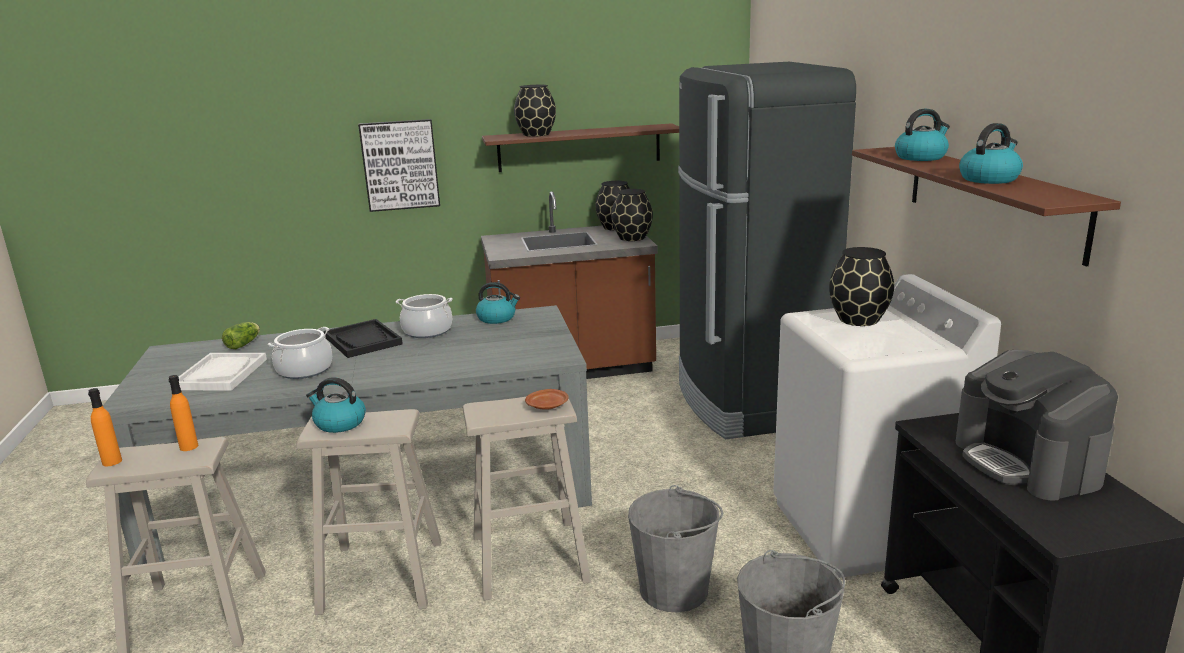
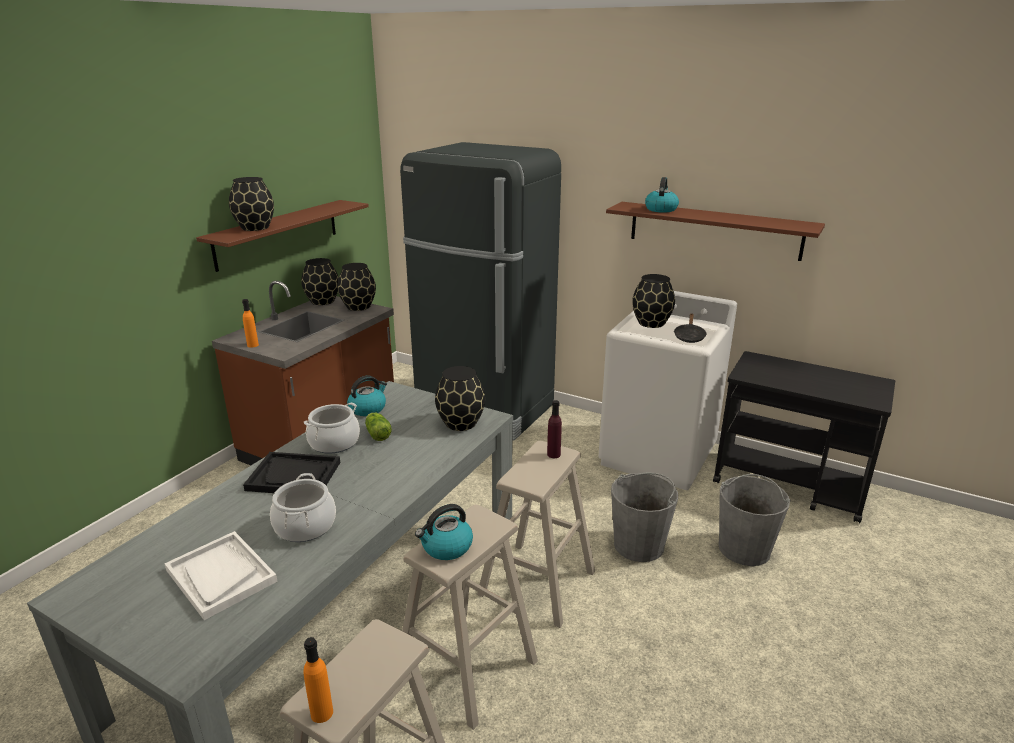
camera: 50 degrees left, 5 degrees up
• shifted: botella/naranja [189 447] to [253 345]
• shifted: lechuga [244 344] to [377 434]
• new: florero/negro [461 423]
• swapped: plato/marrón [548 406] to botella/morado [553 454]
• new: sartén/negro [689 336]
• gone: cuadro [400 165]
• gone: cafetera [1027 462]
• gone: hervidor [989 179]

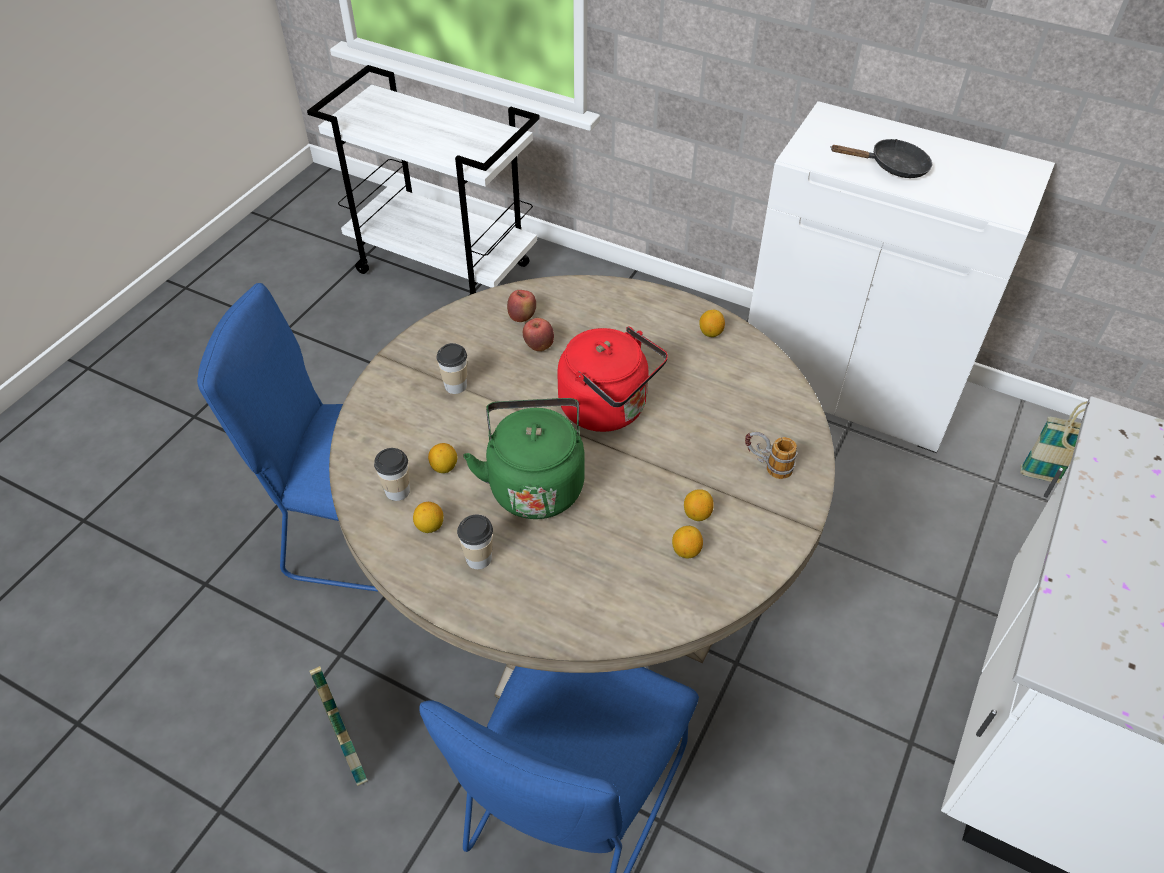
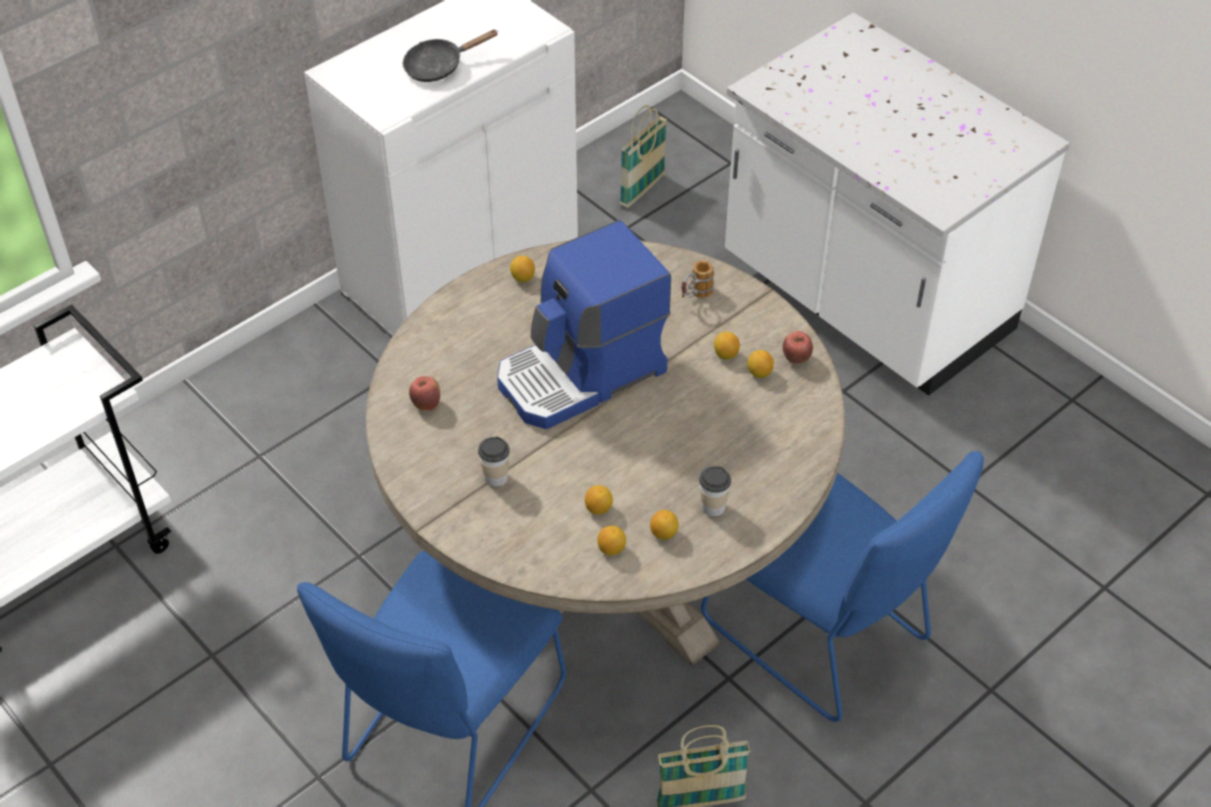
camera: 70 degrees left, 0 degrees up
• rotated: sartén/negro [892 167] = [439 66] 135 degrees counterclockwise
• swapped: hervidor/rojo [608 409] to cafetera [582 375]
• swapped: taza [397 491] to limón [611 549]
• shifted: manzana [538 346] to [796 358]
• gone: hervidor/verde [535 483]

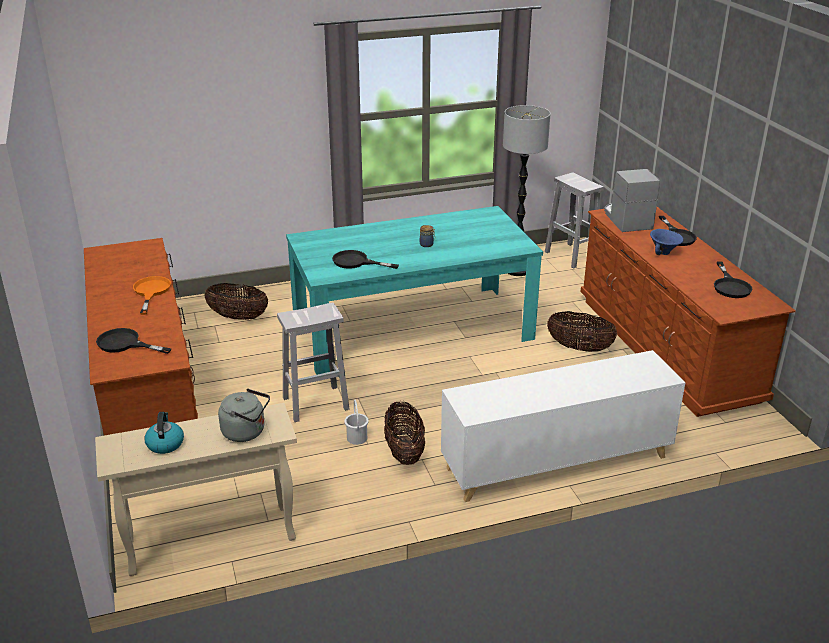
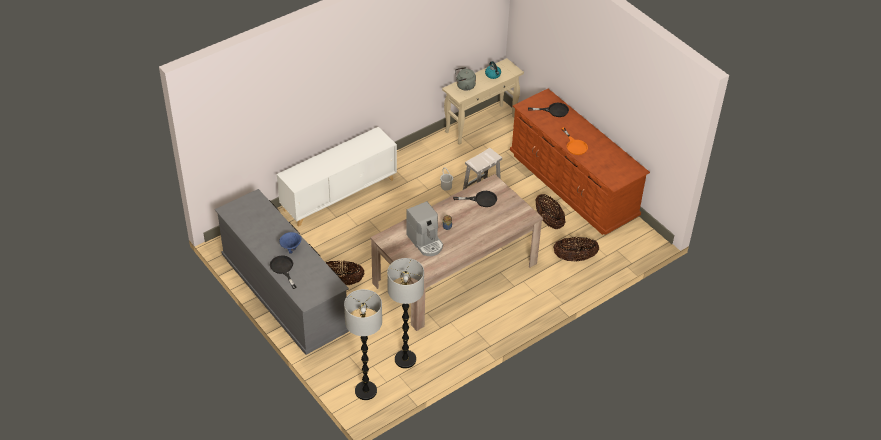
camera: 160 degrees right, 15 degrees up
• repainted: cómoda/marrón [665 348] to cómoda/gris [285 295]
• swapped: taburete/blanco [572 256] to lámpara de pie [365 391]
• repainted: mesa de comedor/turquesa [412 330] to mesa de comedor/beis [455 273]
• shifted: cafetera [626 220] to [425 242]
• shifted: cesta [404 452] to [549 221]
• gone: sartén/negro [730 286]

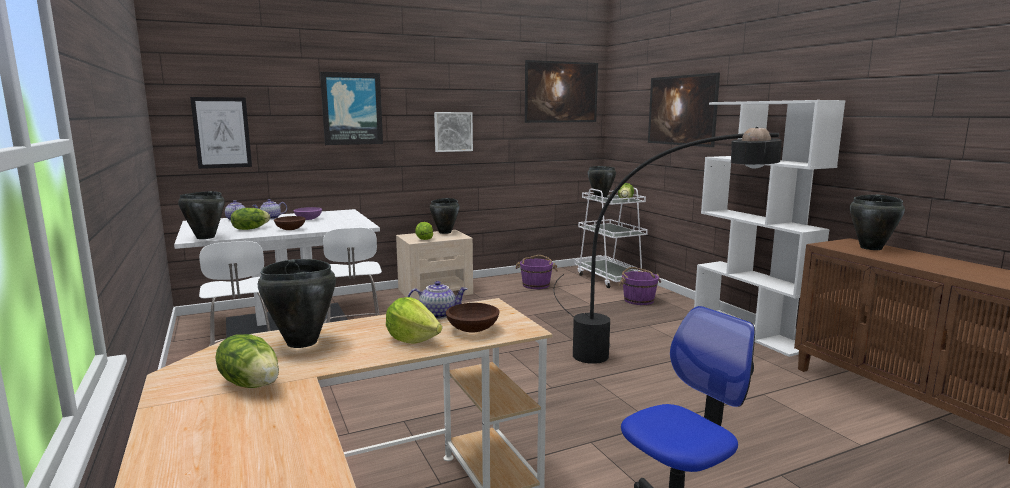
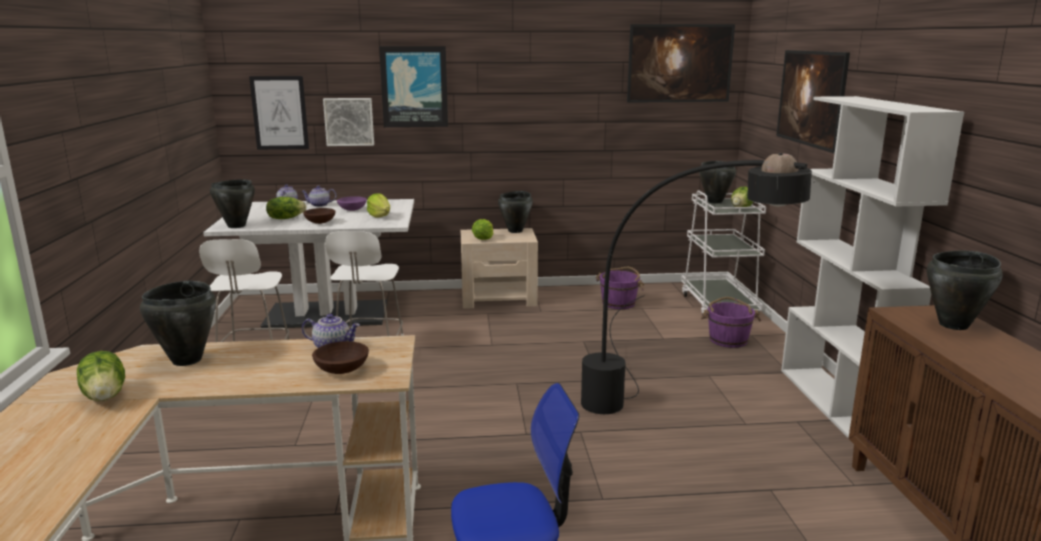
camera: 20 degrees right, 5 degrees up
• shifted: cuadro [453 131] to [349 121]
• shifted: lechuga [412 339] to [380 216]

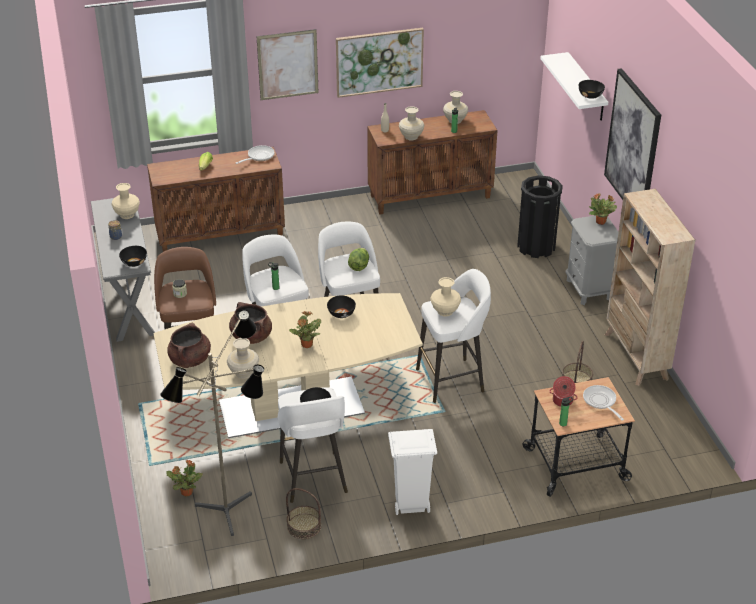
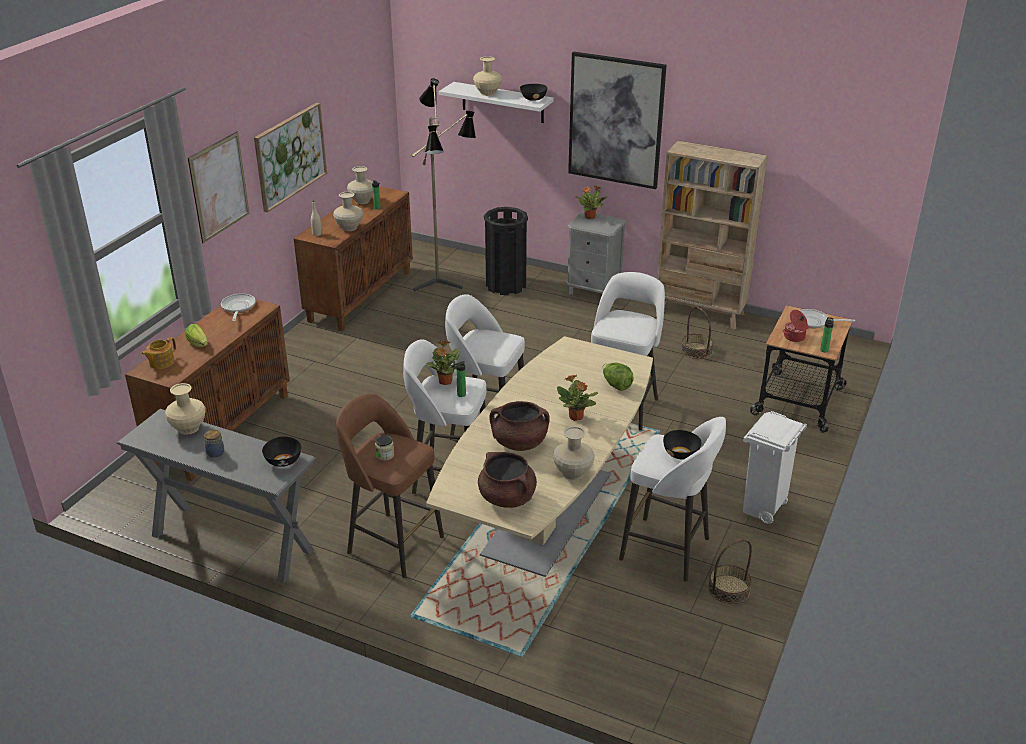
camera: 50 degrees left, 5 degrees down
• new: tetera [161 362]
• shifted: lámpara de pie [231 515] to [443 282]
• shifted: planta en maceta [186 492] to [445 382]
• shifted: florero/beis [445 311] to [487 93]
• shifted: lechuga [359 266] to [616 385]
• gone: cuenco/negro [341 313]

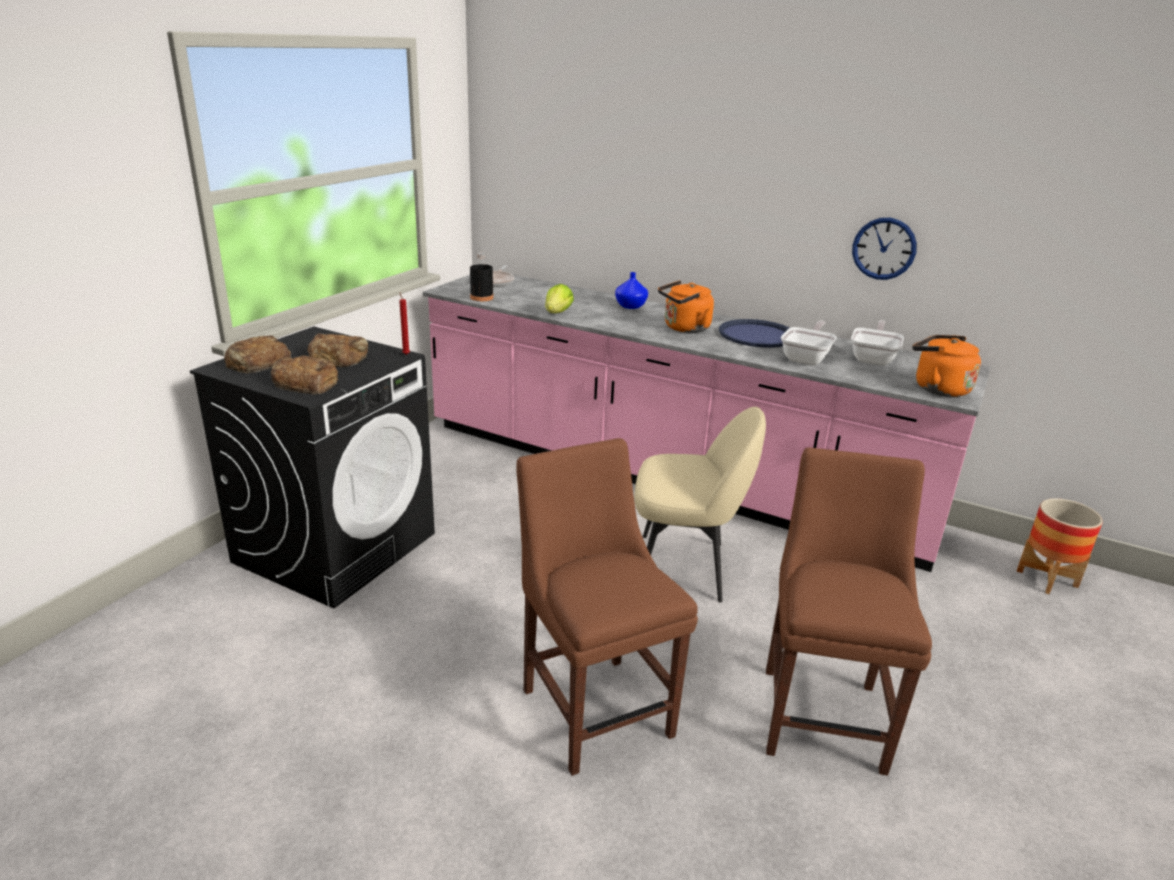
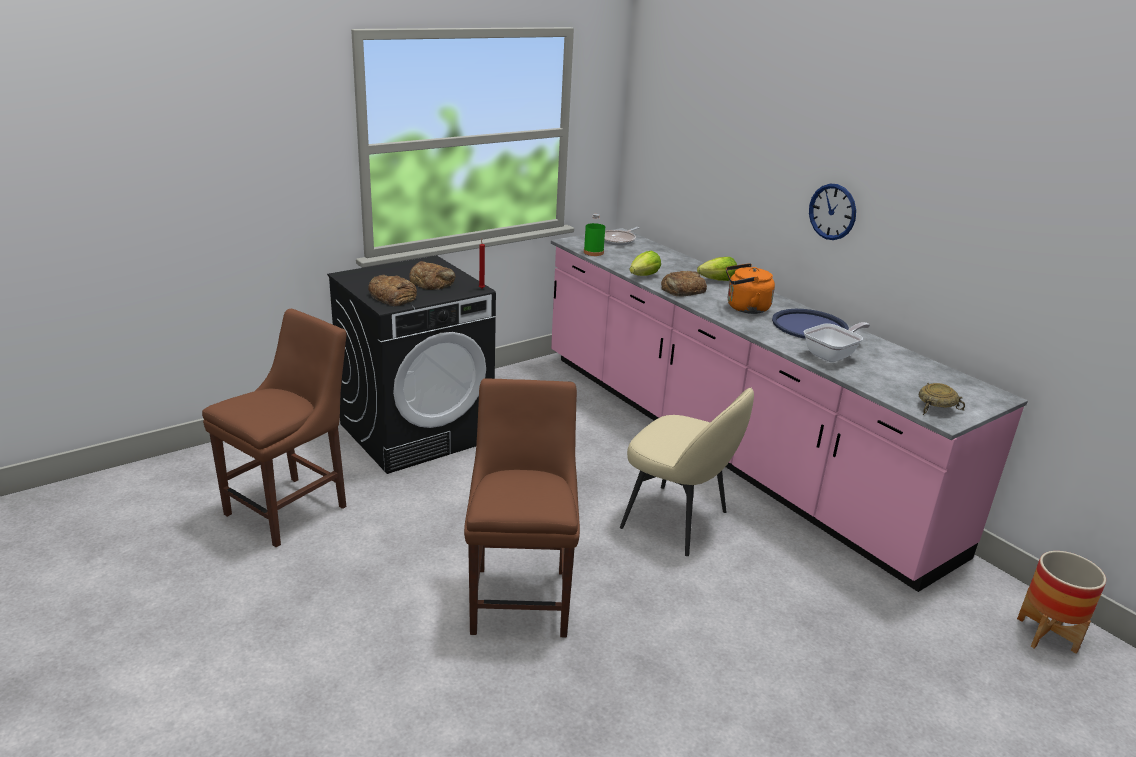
camera: 25 degrees right, 0 degrees up
• shifted: silla/marrón [822 712] to [291 508]
• repainted: botella/negro [481 297] to botella/verde [593 252]
• shifted: pan [257 363] to [682 290]
• swapped: florero/azul [631 306] to lechuga [718 280]
• shifted: reloj de pared [884 248] to [832 211]
• swapped: hervidor/naranja [937 388] to cuenco/beis [935 407]
• gone: sartén [874 358]

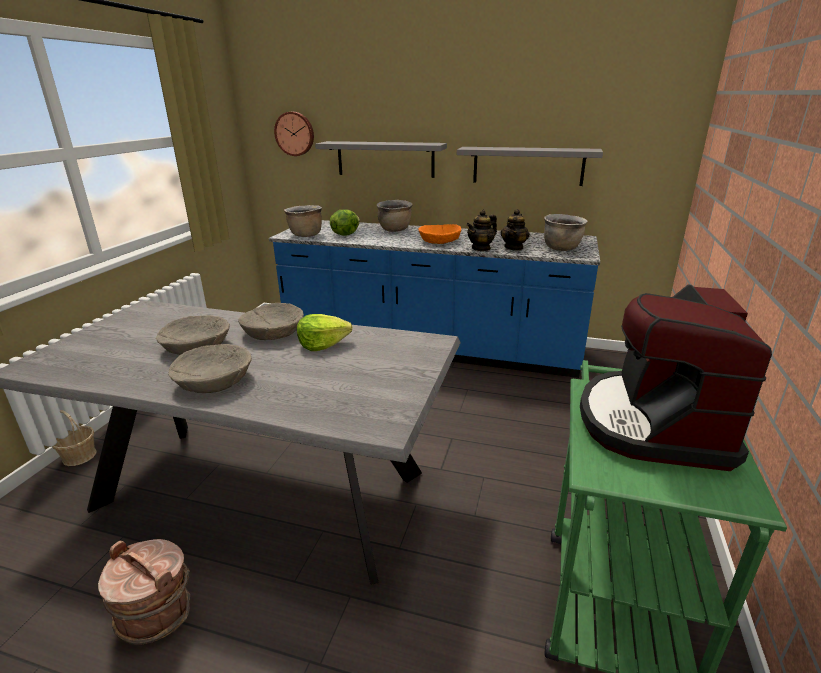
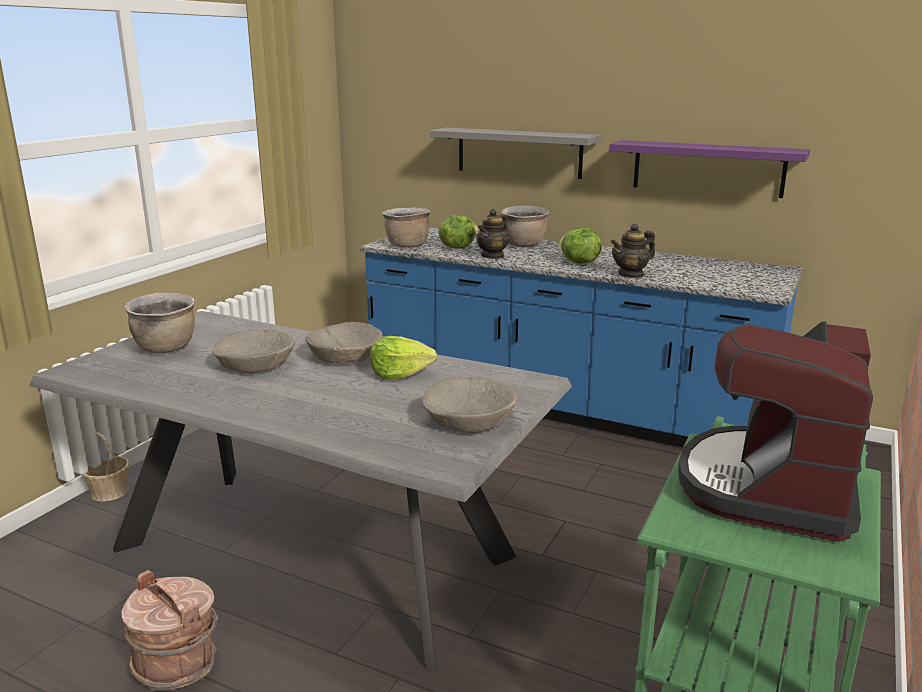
camera: 10 degrees right, 5 degrees down
• shifted: olla/marrón [562 248] to [166 348]
• shifted: cuenco/beis [215 381] to [470 421]
• shifted: tetera [514 247] to [492 256]
• swapped: cuenco/naranja [439 241] to lechuga [578 263]
• repainted: estante/gris [528 166] to estante/morado [708 168]
• gone: reloj de pared [295 134]

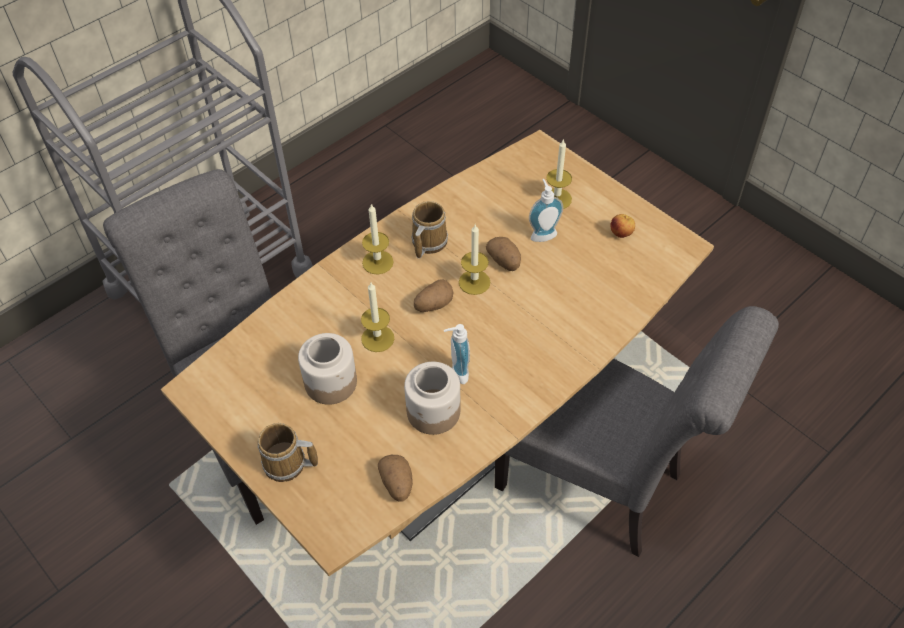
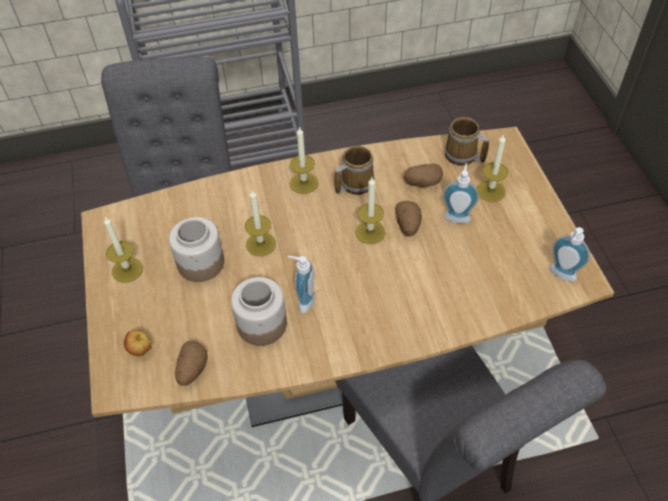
camera: 30 degrees right, 0 degrees up
• new: vela [127 270]
• shifted: manzana [621 234] to [141 350]
• shifted: patata [433 304] to [422 183]
• shifted: taza grande [287 465] to [462 156]
• new: dispensador de jabón [561 276]

